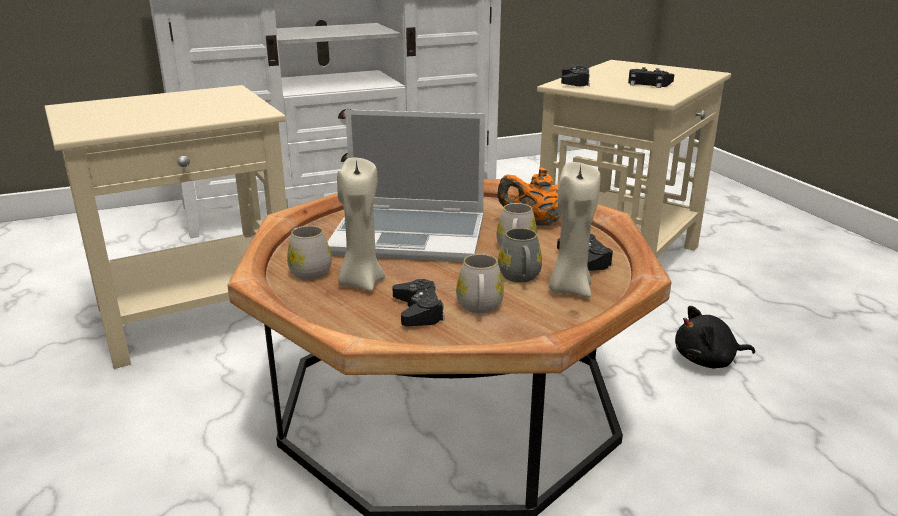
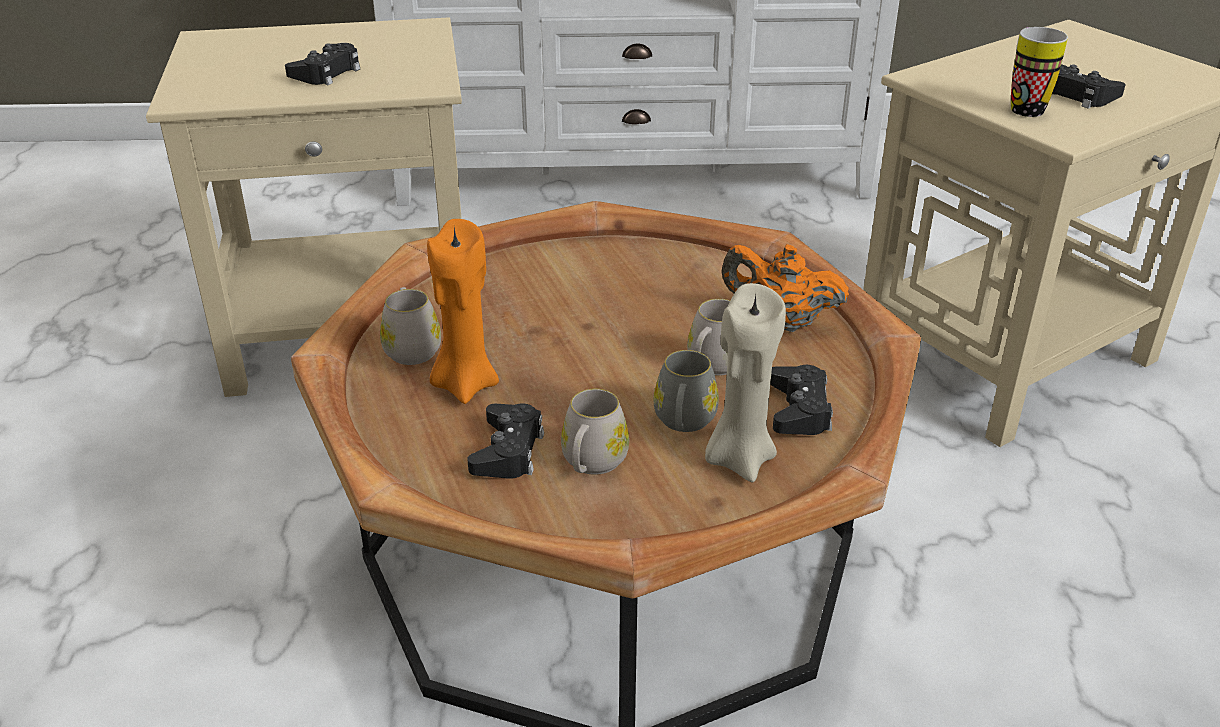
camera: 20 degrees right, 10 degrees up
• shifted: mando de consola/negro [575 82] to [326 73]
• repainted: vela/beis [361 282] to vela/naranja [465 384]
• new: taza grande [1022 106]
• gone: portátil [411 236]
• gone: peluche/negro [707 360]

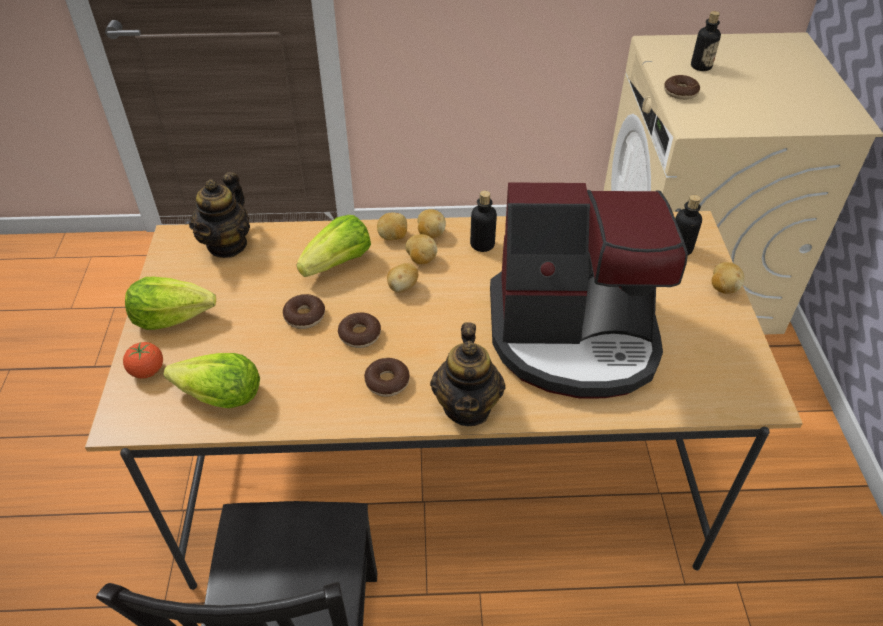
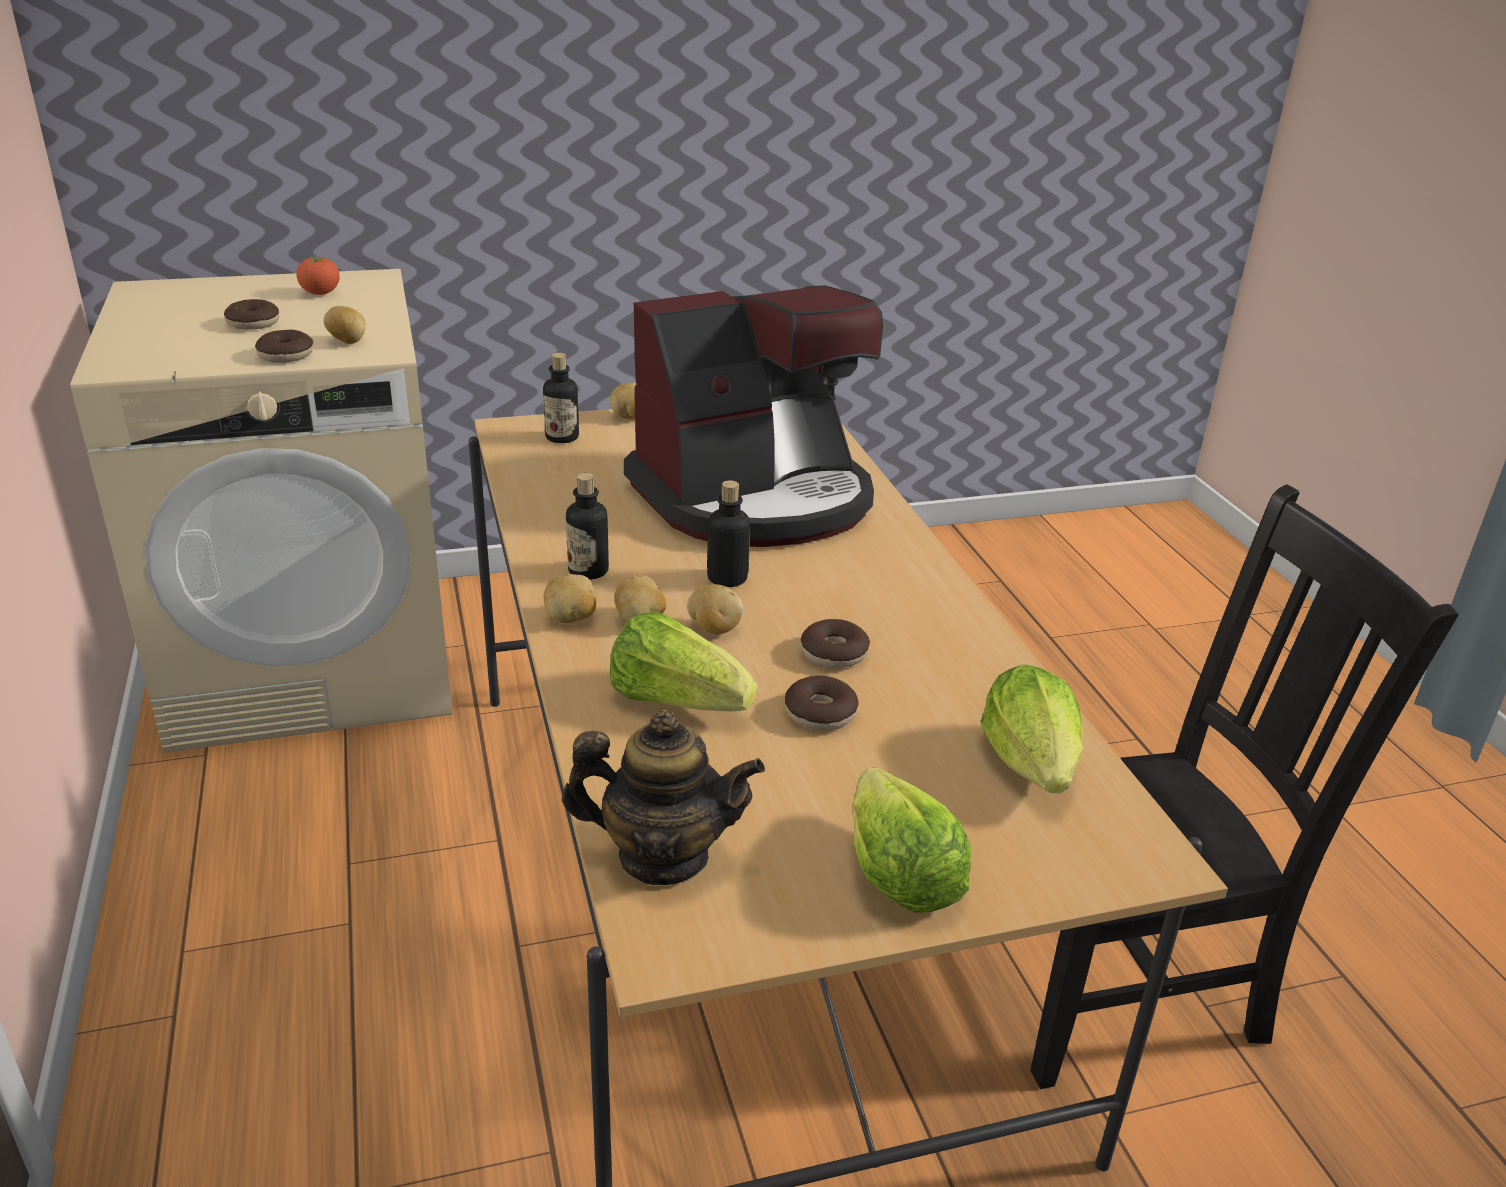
camera: 105 degrees left, 15 degrees down
• shifted: rosquilla [387 382] to [253 323]
• shifted: tomate [147 371] to [320 294]
• shifted: patata [393 237] to [348 342]
• rotated: cafetera [574 336] = [755 498] 75 degrees clockwise
• shifted: botella [701 66] to [727 578]
• gone: tetera [467 406]

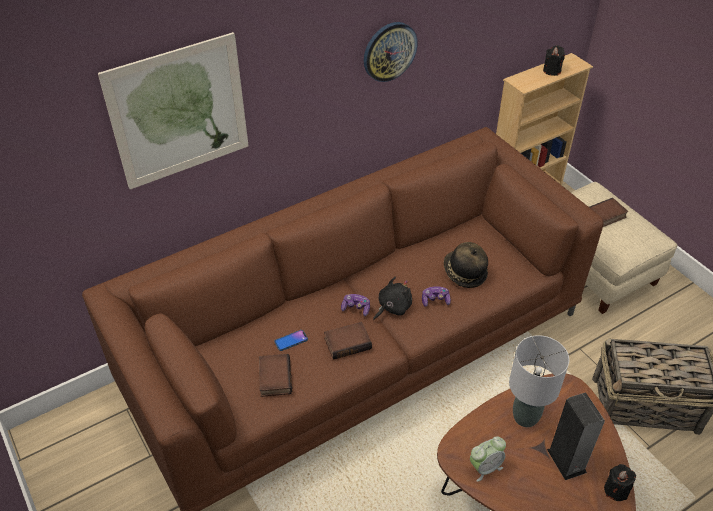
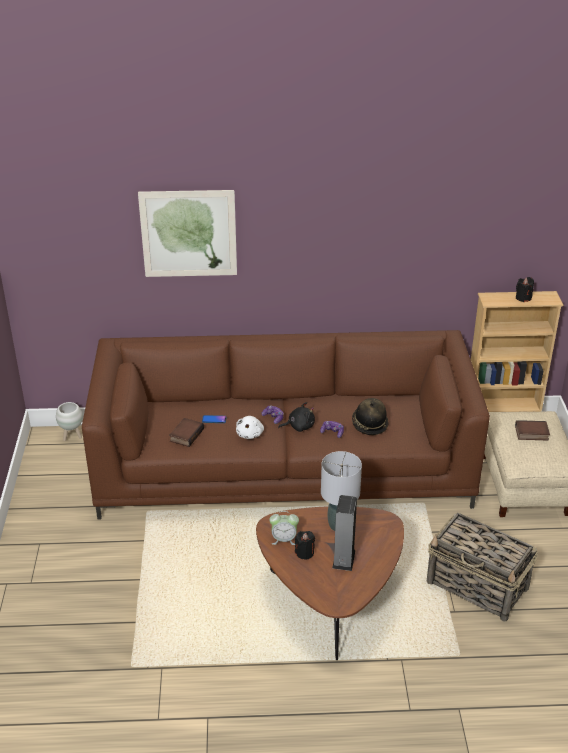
camera: 30 degrees right, 10 degrees down
• new: maceta/blanco [72 436]
• swapped: libro [348 342] to peluche/blanco [250 434]
• shifted: vela/negro [616 490] to [304 553]
• gone: reloj de pared [389 51]

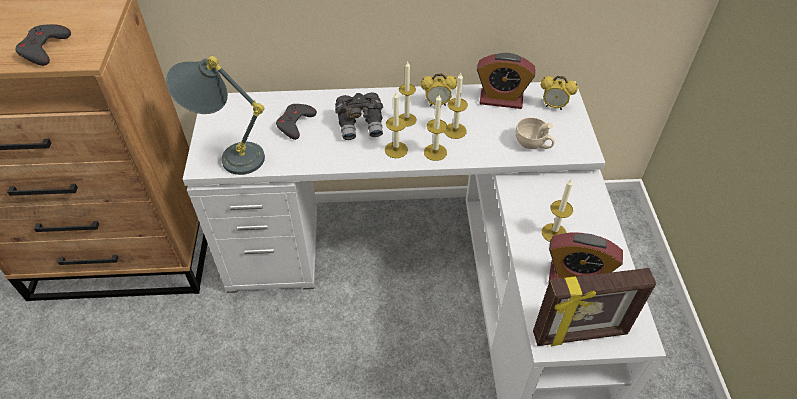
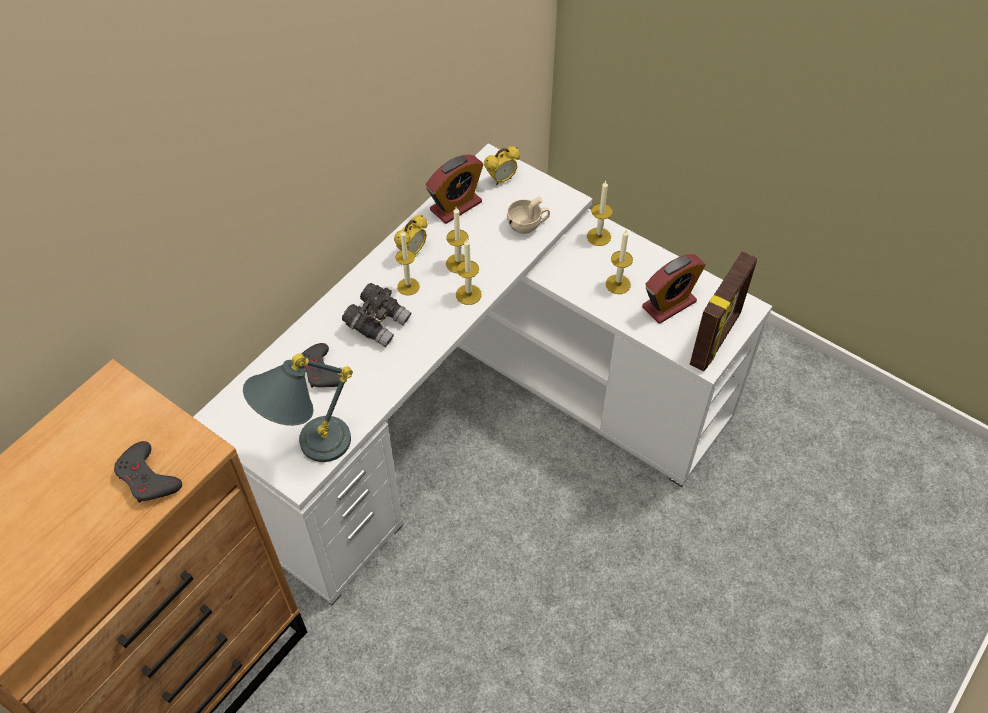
camera: 50 degrees left, 5 degrees up
• shifted: vela [396 150] to [598 236]

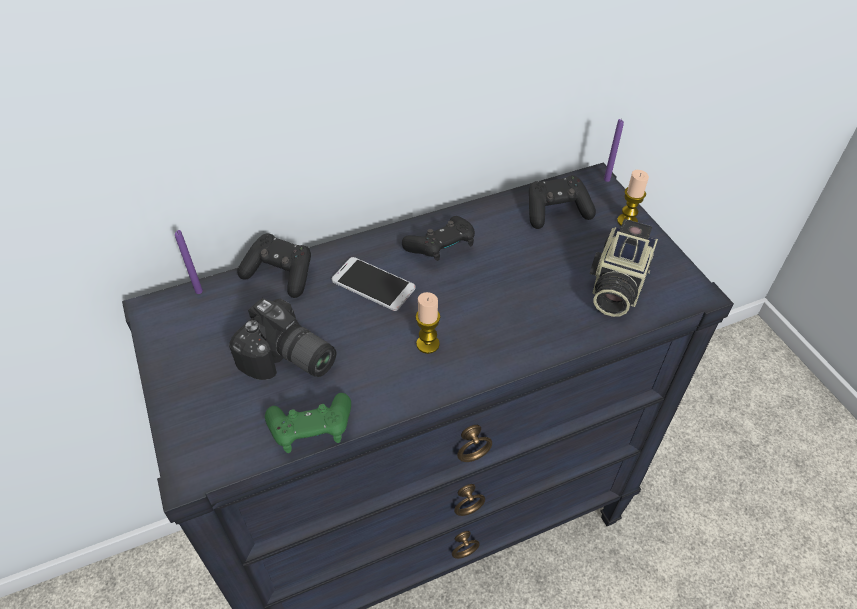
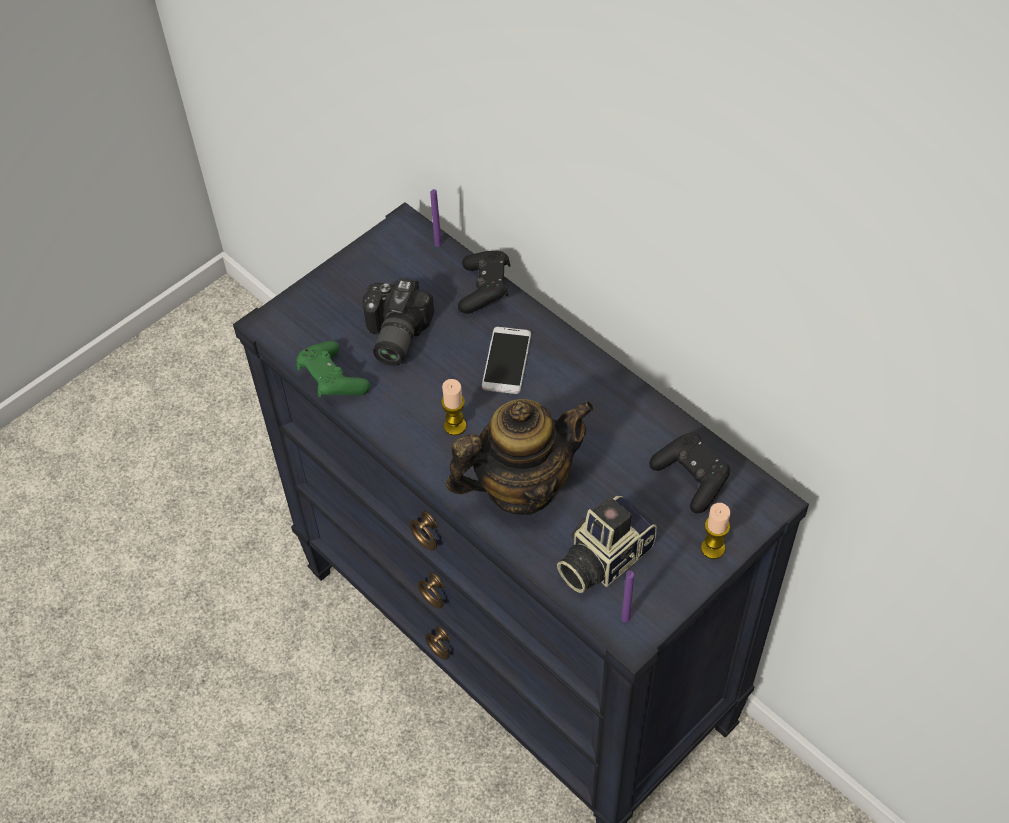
camera: 70 degrees right, 5 degrees up
• new: tetera [520 486]
• rotated: cámara [615 287] = [602 558] 45 degrees counterclockwise
• shifted: vela/morado [606 179] to [625 618]
• gone: mando de consola/negro [441 249]

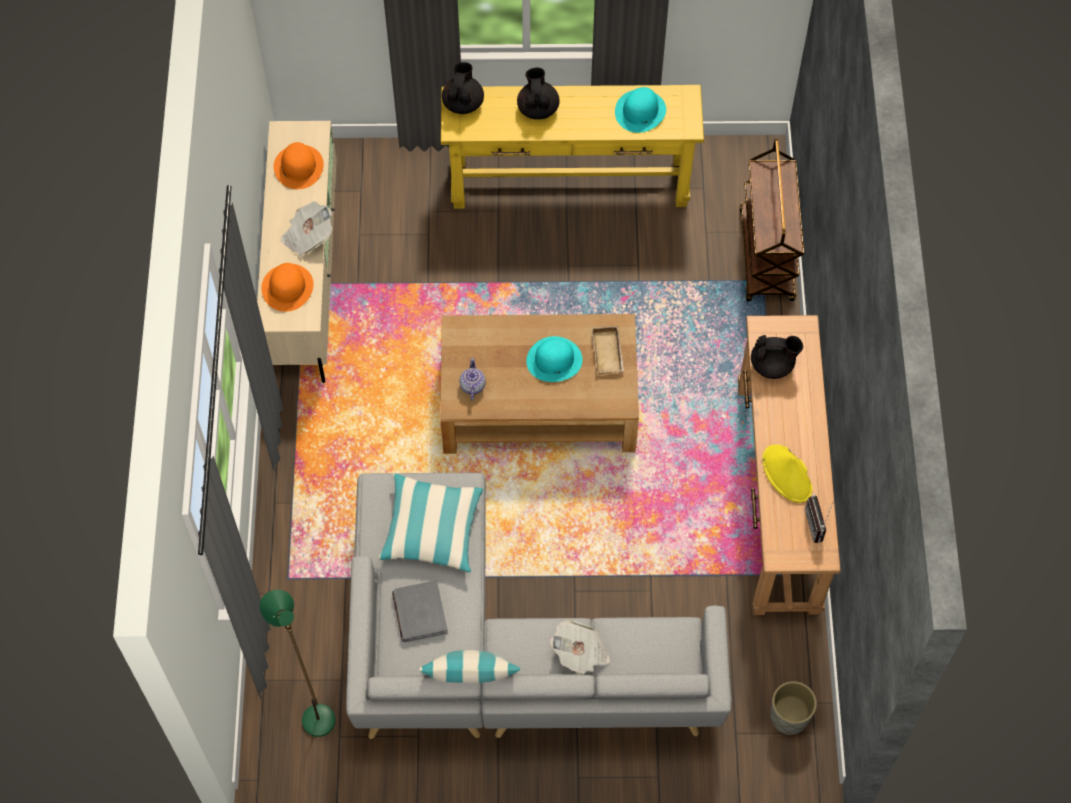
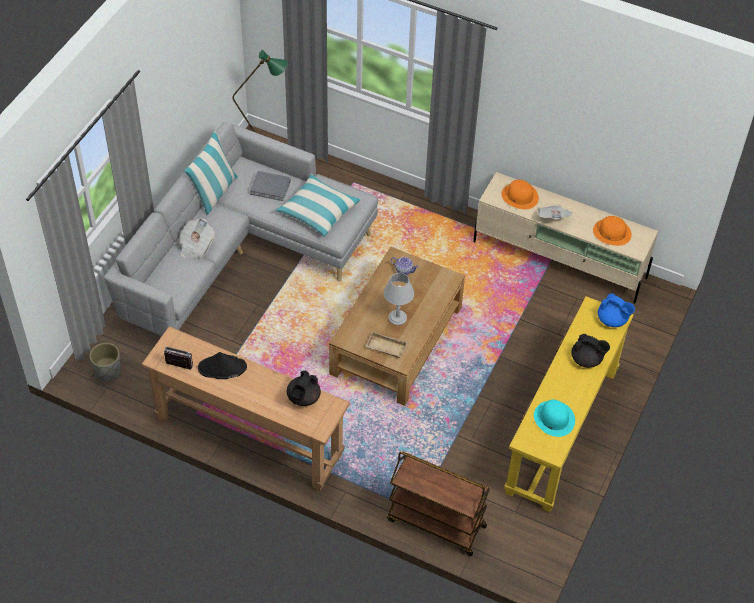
camera: 115 degrees right, 10 degrees down
• repainted: sombrero/amarillo [787 474] to sombrero/negro [222 368]
• swapped: sombrero/turquesa [554 360] to lámpara de mesa/gris [397 317]
• repainted: tetera/negro [463 103] to tetera/azul [612 320]

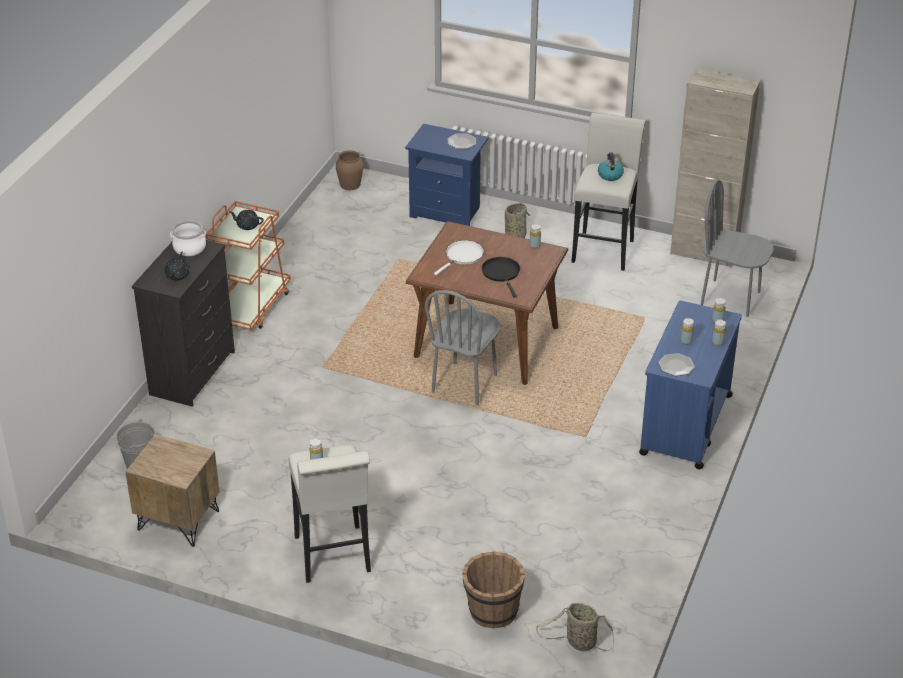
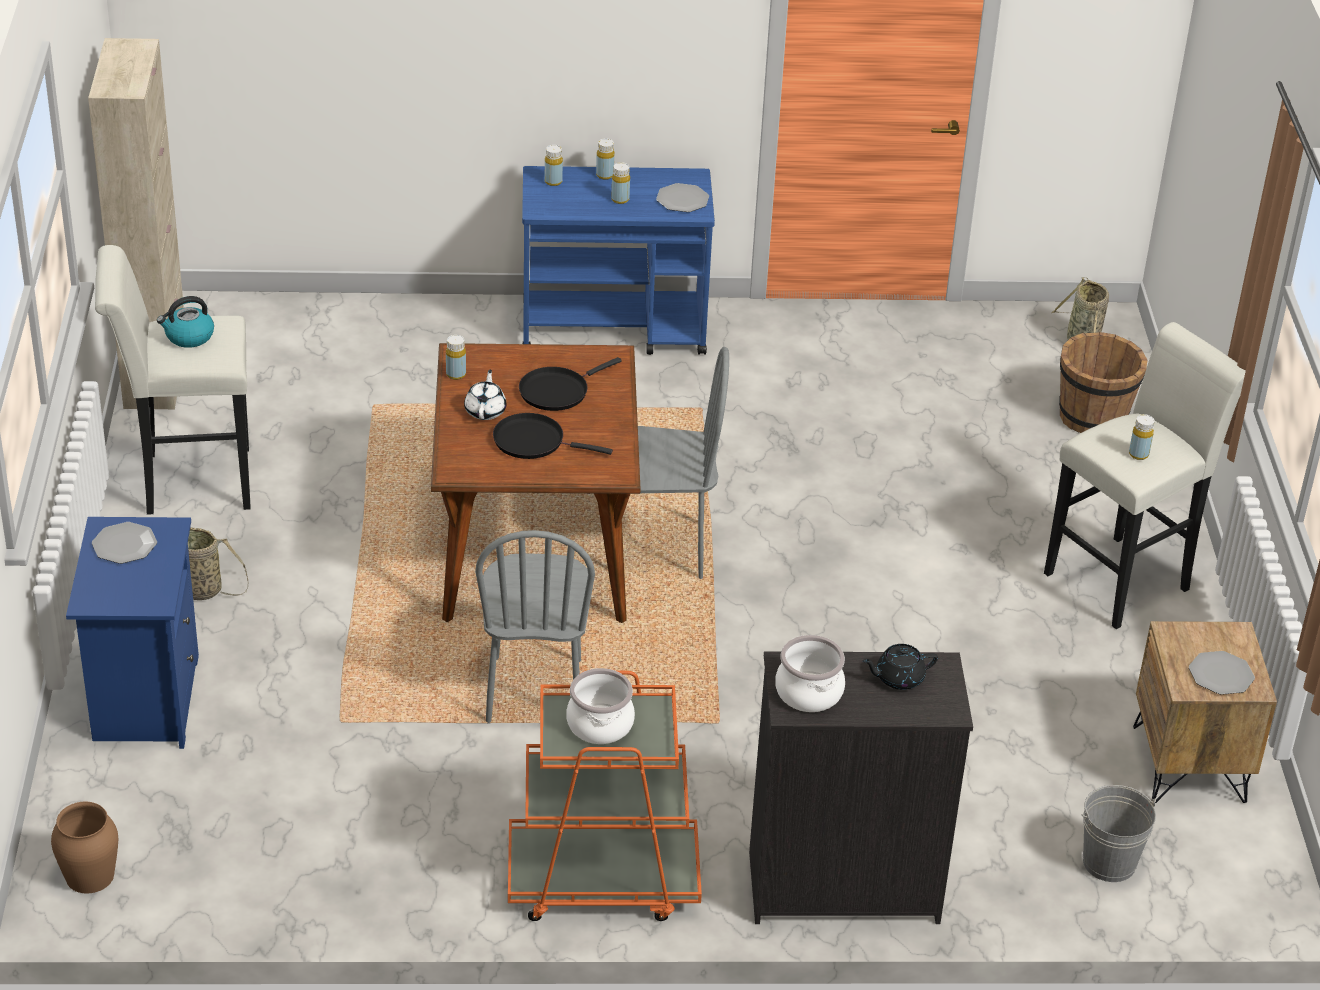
camera: 115 degrees left, 0 degrees up
• new: tetera/blanco [485 410]
• shifted: silla/gris [730 298] to [535 691]
• repainted: sartén/blanco [463 256] to sartén/negro [533 441]
• swapped: tetera/negro [247 225] to olla [600 724]
• new: plato [1221 674]

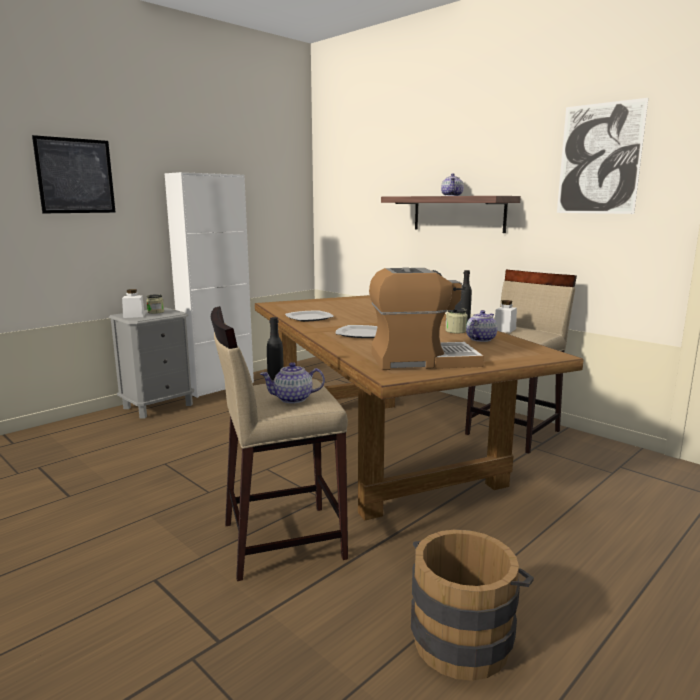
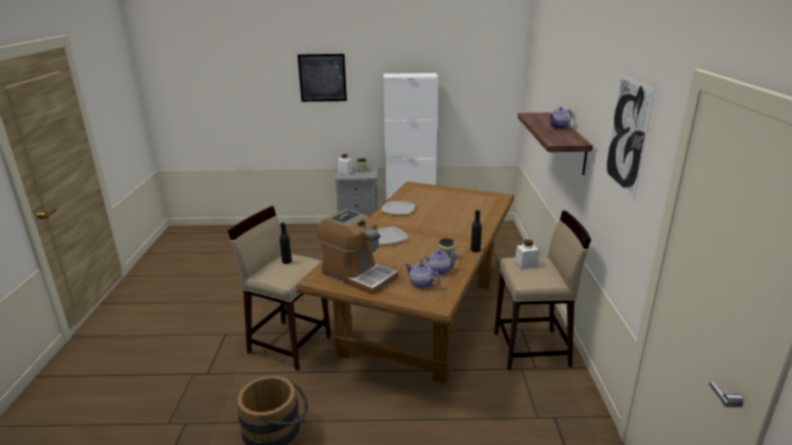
camera: 45 degrees right, 10 degrees up
• shifted: tetera [293 399] to [421 284]

